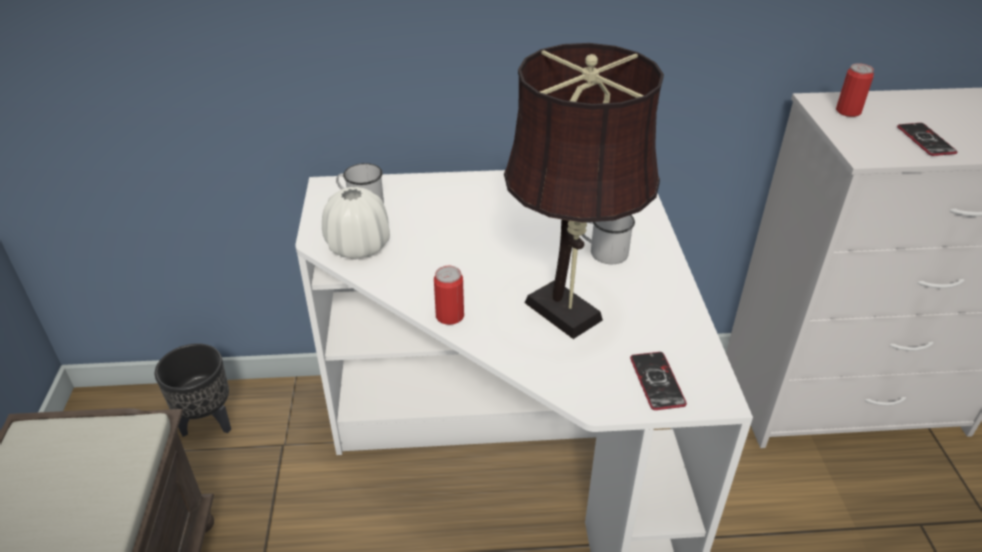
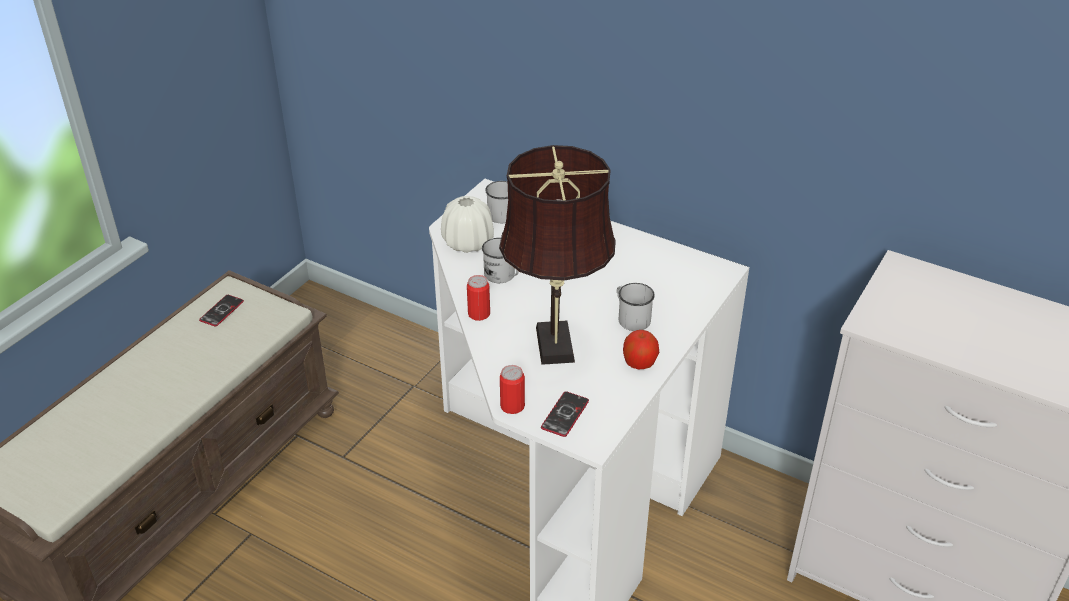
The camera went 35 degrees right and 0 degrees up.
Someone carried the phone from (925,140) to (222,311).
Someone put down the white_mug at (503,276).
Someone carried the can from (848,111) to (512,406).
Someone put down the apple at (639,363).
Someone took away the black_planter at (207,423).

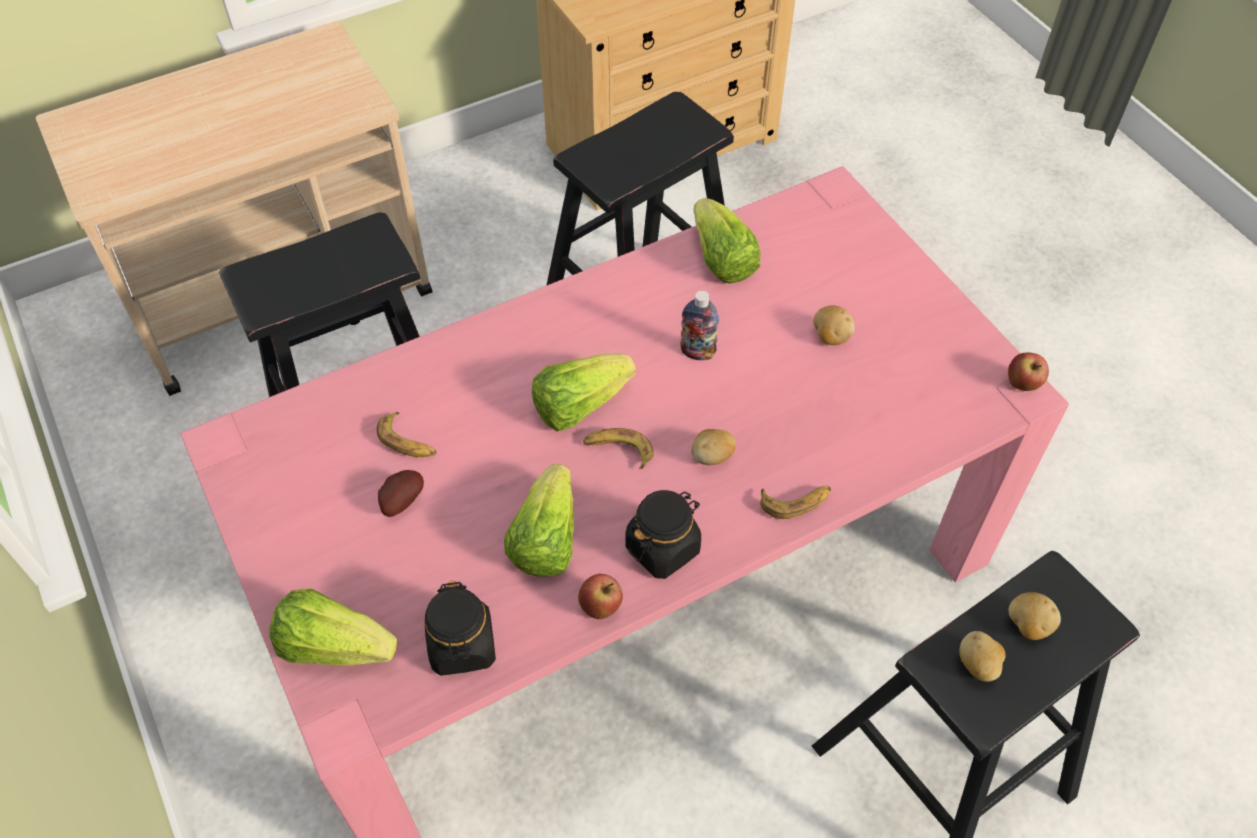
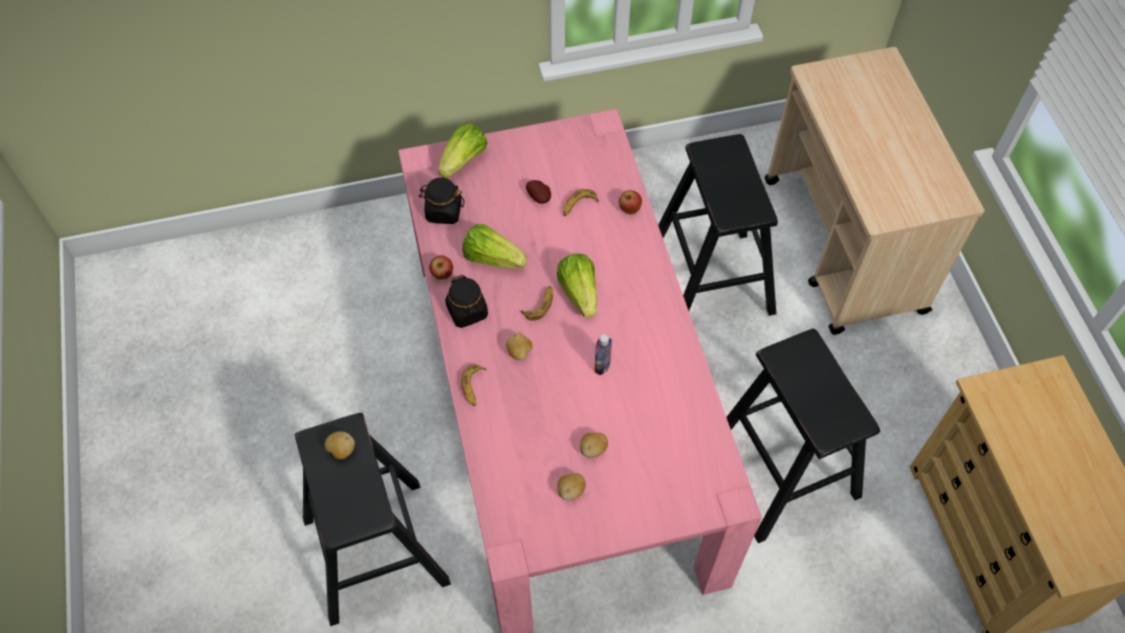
The camera went 105 degrees right and 5 degrees up.
Someone carried the potato from (1028,625) to (571,490).
Someone carried the apple from (1022,384) to (629,209).
Someone took away the lettuce at (721,259).

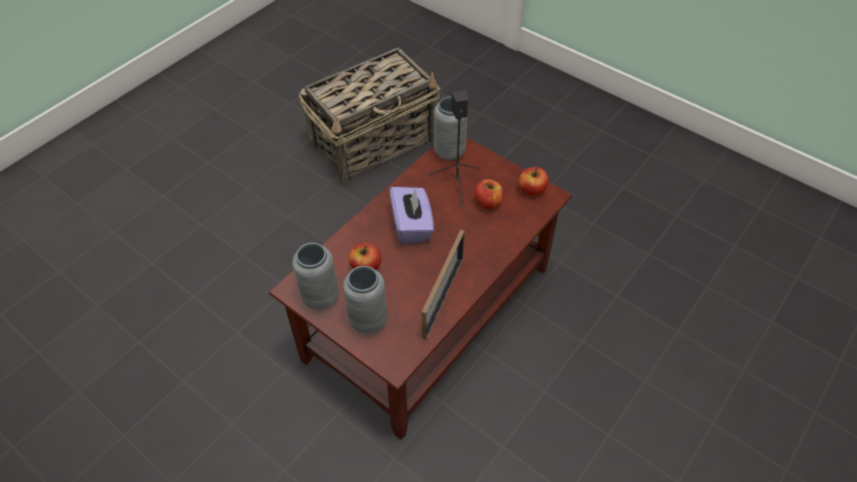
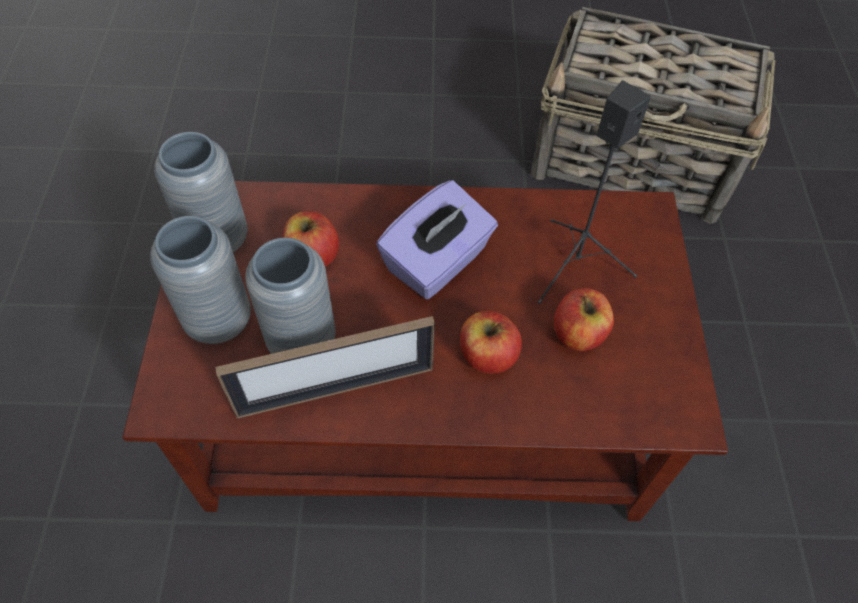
The camera went 50 degrees right and 5 degrees up.
Someone carried the grey_vase from (449,152) to (302,341).
Someone carried the apple from (532,190) to (487,355).

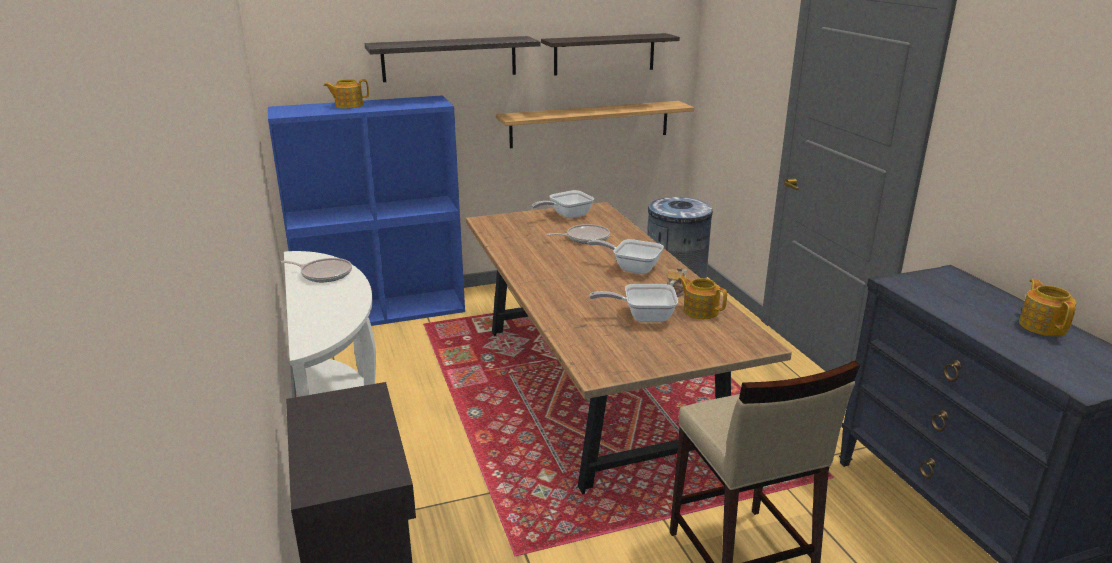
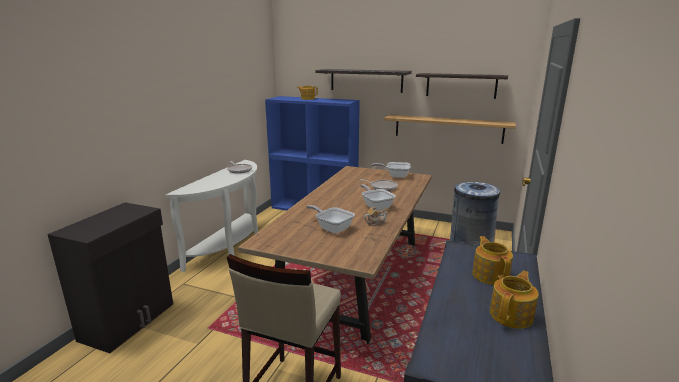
The camera went 40 degrees right and 5 degrees down.
Someone carried the teapot from (700,311) to (490,275).

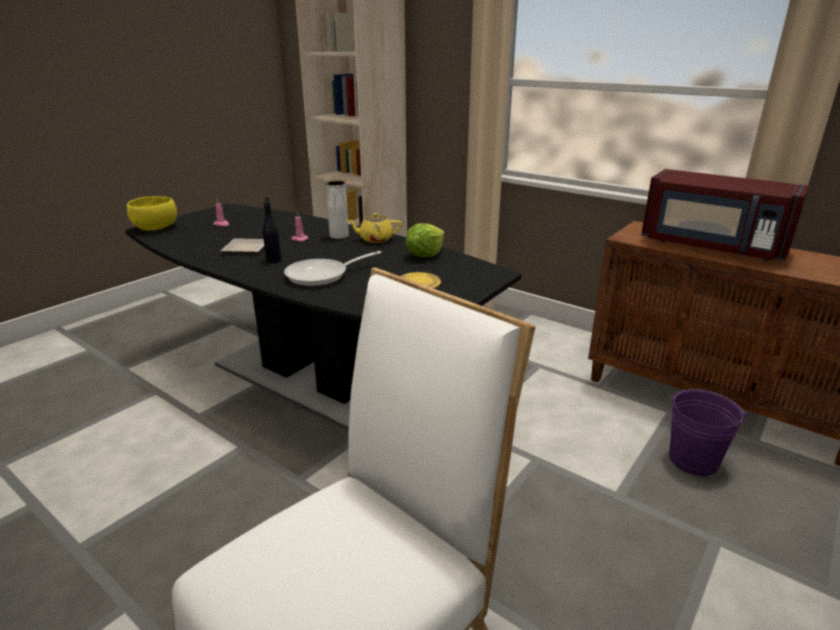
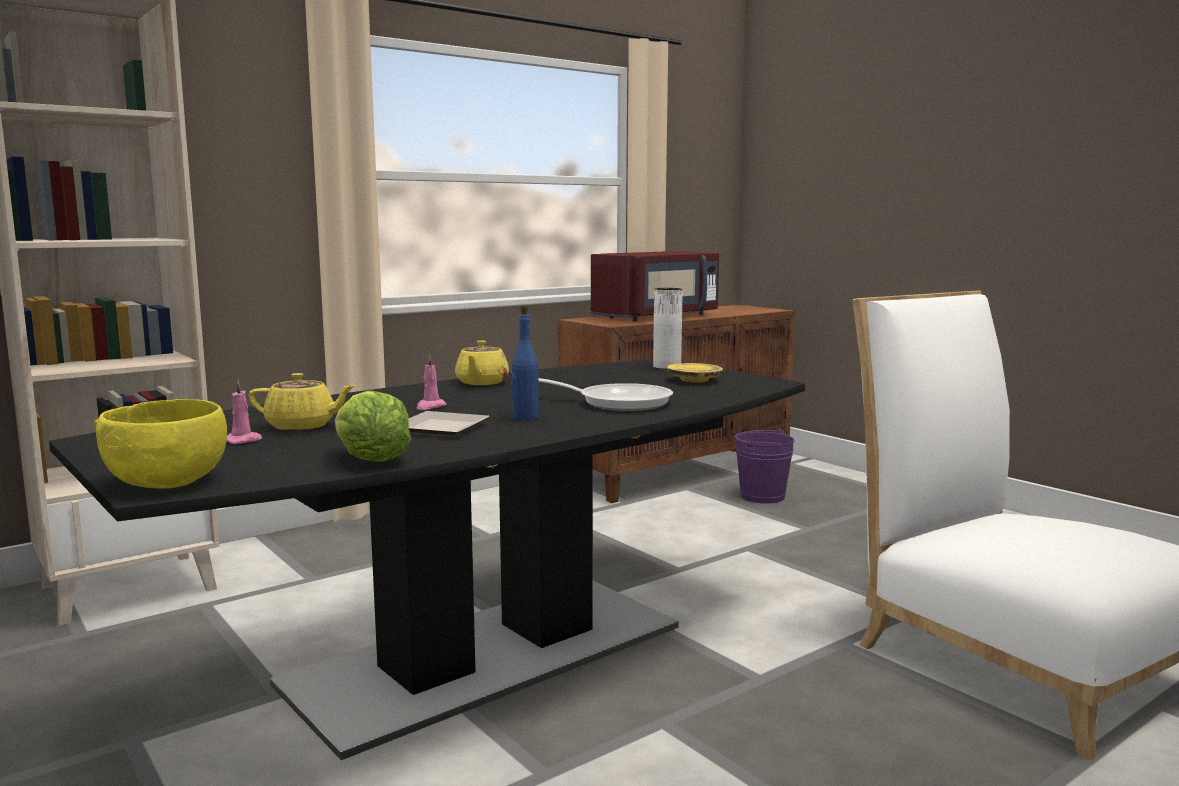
The camera went 75 degrees left and 15 degrees down.
Someone put down the yellow_teapot at (302,426).
Someone carried the lettuce from (424,255) to (371,460).
Someone repainted the black_bottle at (273,260), which became the blue_bottle at (525,417).
Someone rotated the frying_pan at (322,275) by 60 degrees counterclockwise.
Someone carried the white_vase from (339,236) to (667,367).

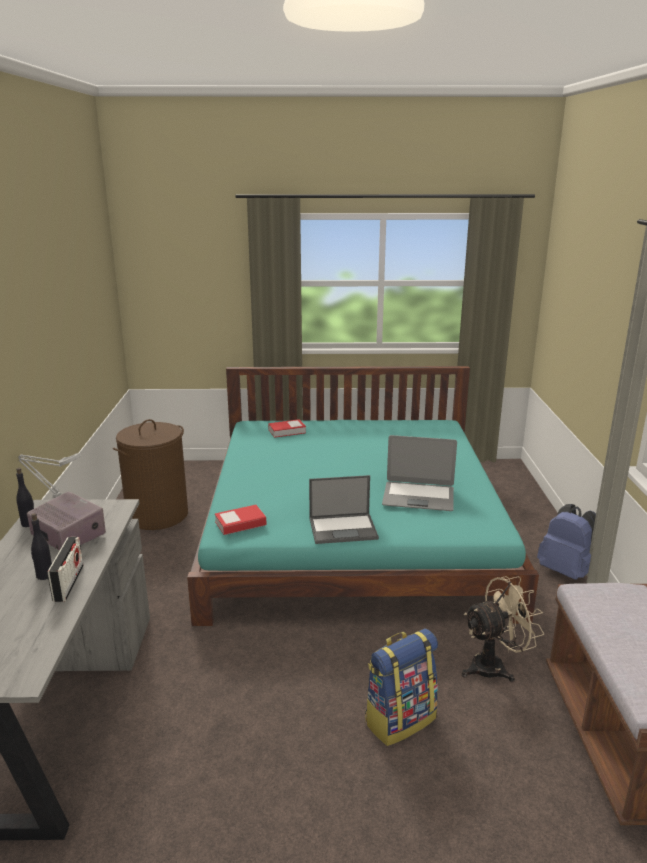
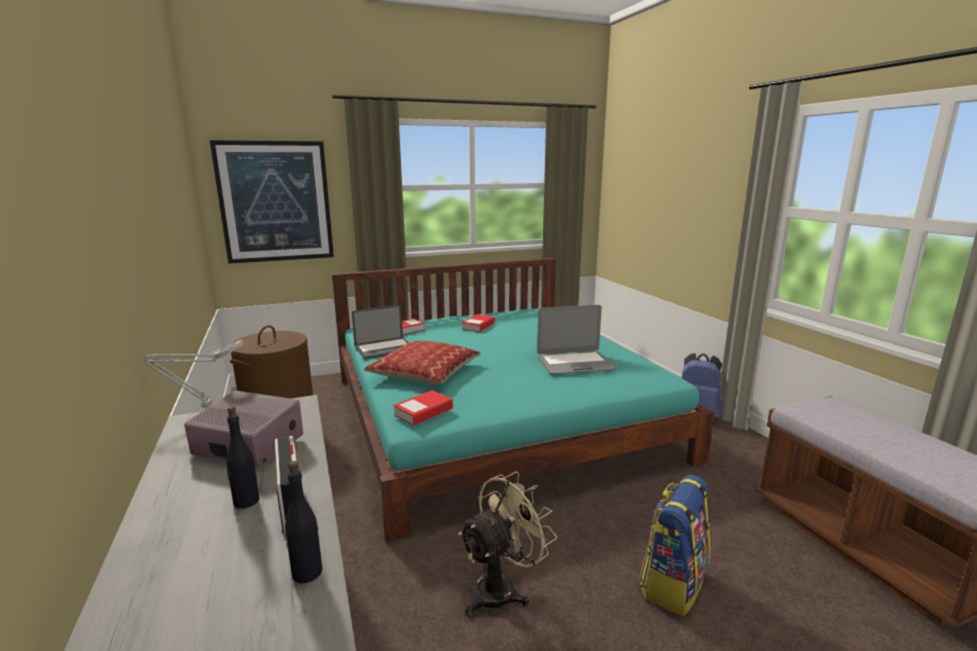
The camera went 20 degrees left and 5 degrees down.
Someone put up the picture at (275,202).
Someone carried the black_bottle from (29,523) to (307,572).
Someone carried the laptop from (344,528) to (385,348).
Someone put down the pillow at (425,373).
Someone carried the beige_fan from (494,666) to (502,589).
Someone put down the book at (478,326).

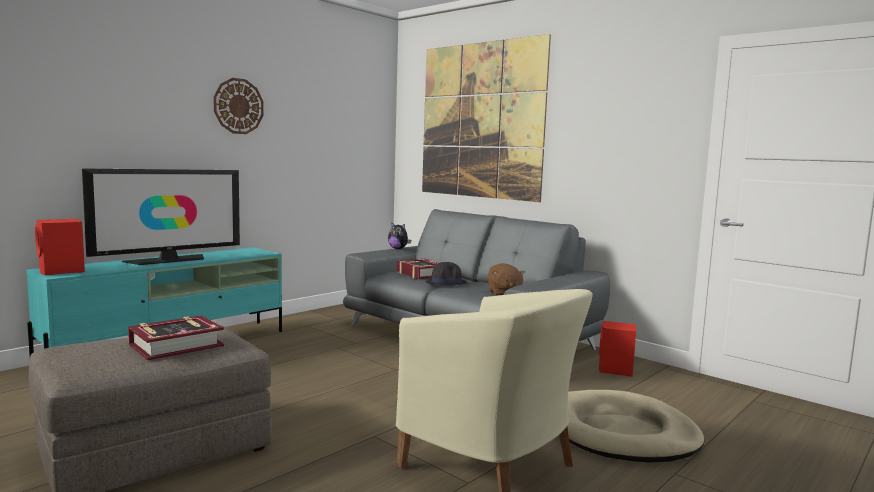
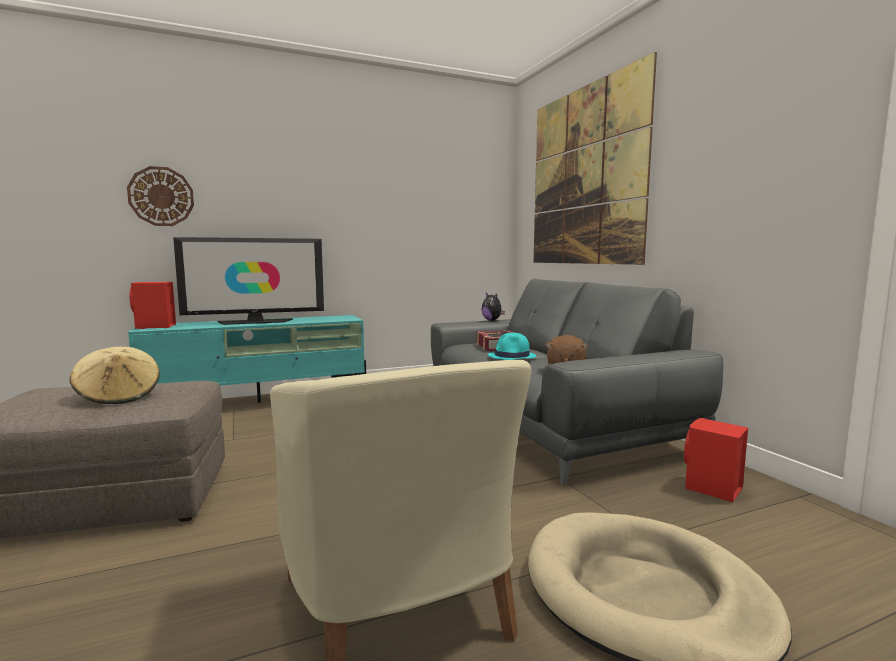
The camera went 25 degrees right and 0 degrees up.
Someone swapped the book at (176,345) for the beige_hat at (119,397).
Someone carried the wall_clock from (238,106) to (161,196).
Someone repainted the black_hat at (446,283), which became the turquoise_hat at (512,356).

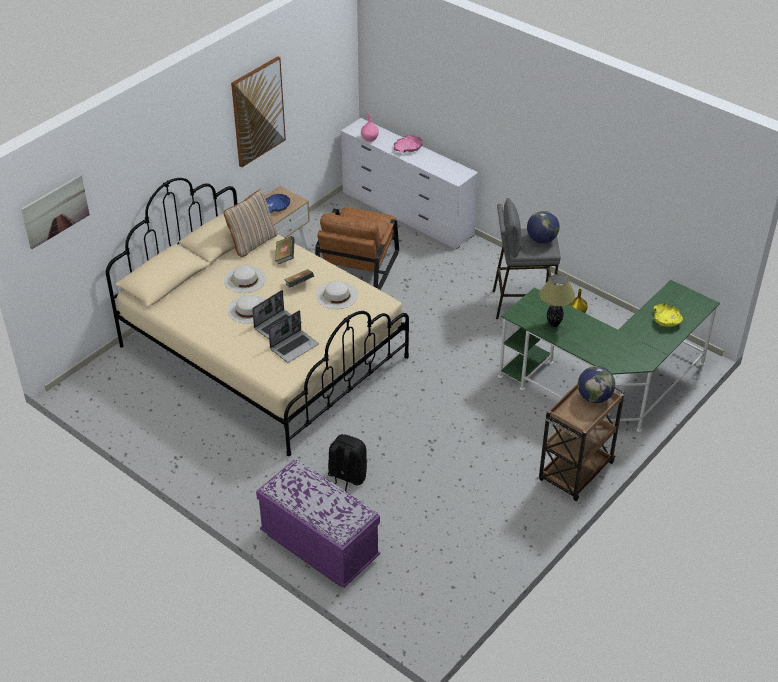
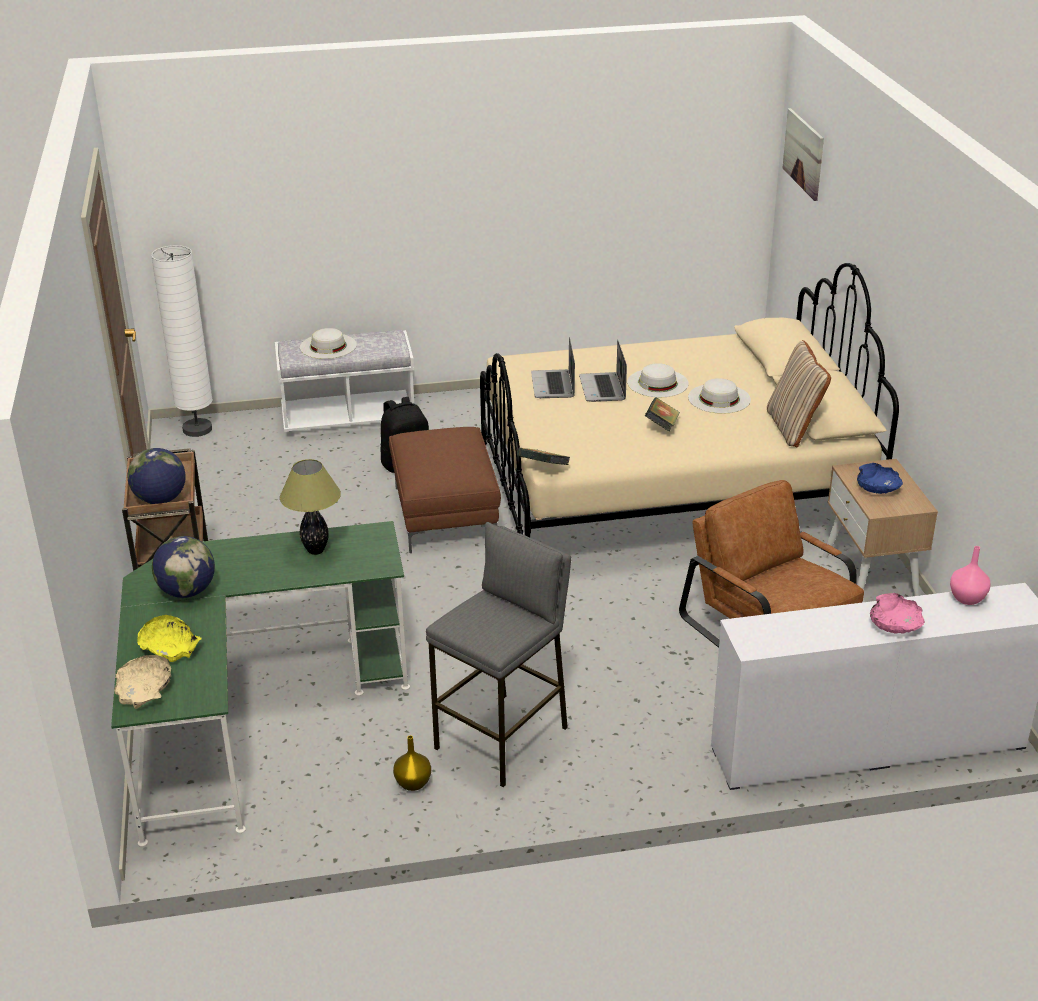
The camera went 130 degrees right and 10 degrees down.
Someone put down the beige_bowl at (144,690).
Someone put down the white_floor_lamp at (197,429).
Someone carried the globe from (541,240) to (187,591).
Someone repainted the purple_bench at (319,546), which became the white_bench at (348,418).
Someone carried the white_hat from (337,295) to (328,346).
Someone put down the brown_ottoman at (446,515).
Someone carried the book from (285,257) to (543,469).
Someone took away the picture at (258,111).

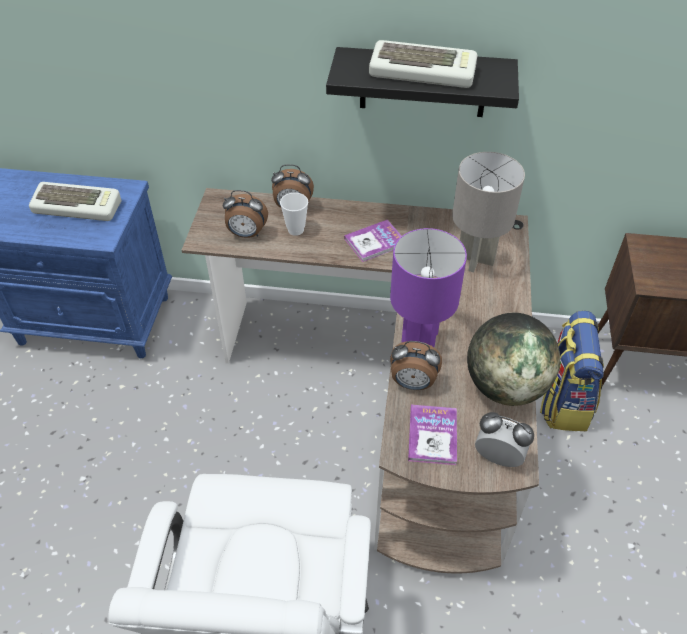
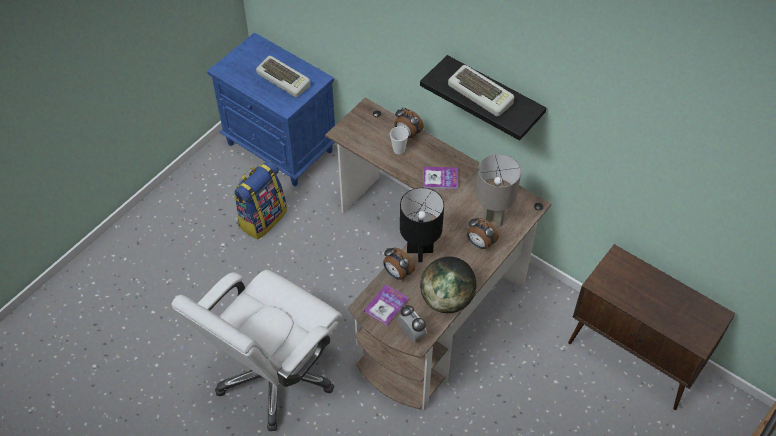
The camera went 30 degrees right and 5 degrees up.
Someone carried the backpack from (562,401) to (262,218).
Someone repainted the purple_table_lamp at (420,340), which became the black_table_lamp at (420,251).
Someone carried the alarm_clock from (246,234) to (480,243).

